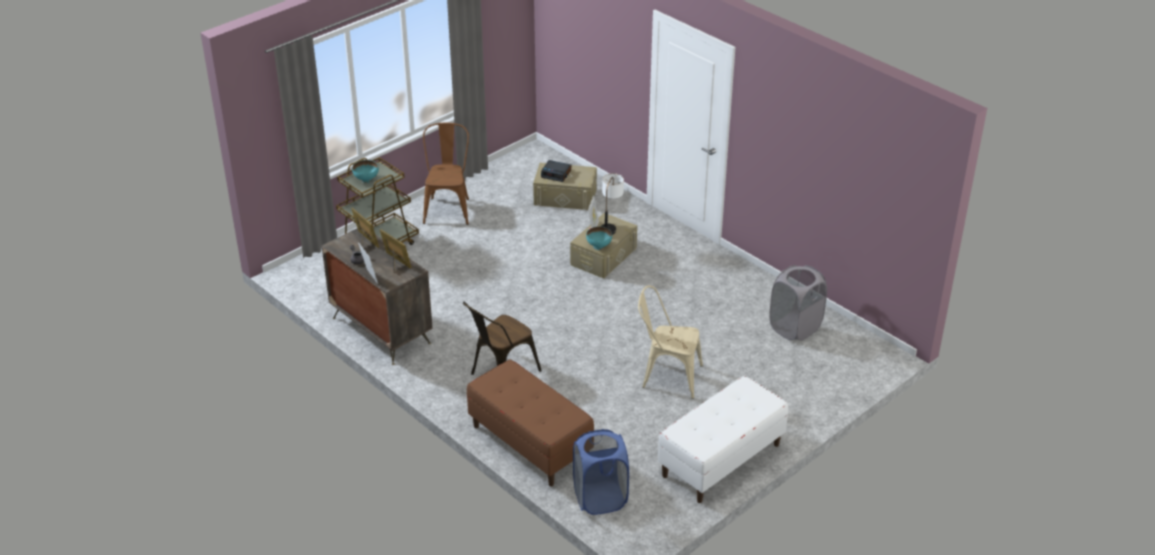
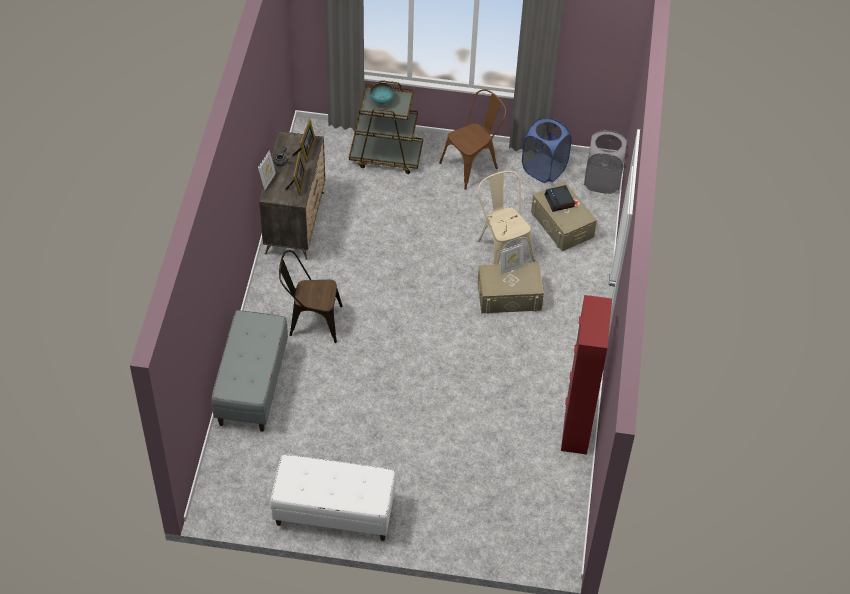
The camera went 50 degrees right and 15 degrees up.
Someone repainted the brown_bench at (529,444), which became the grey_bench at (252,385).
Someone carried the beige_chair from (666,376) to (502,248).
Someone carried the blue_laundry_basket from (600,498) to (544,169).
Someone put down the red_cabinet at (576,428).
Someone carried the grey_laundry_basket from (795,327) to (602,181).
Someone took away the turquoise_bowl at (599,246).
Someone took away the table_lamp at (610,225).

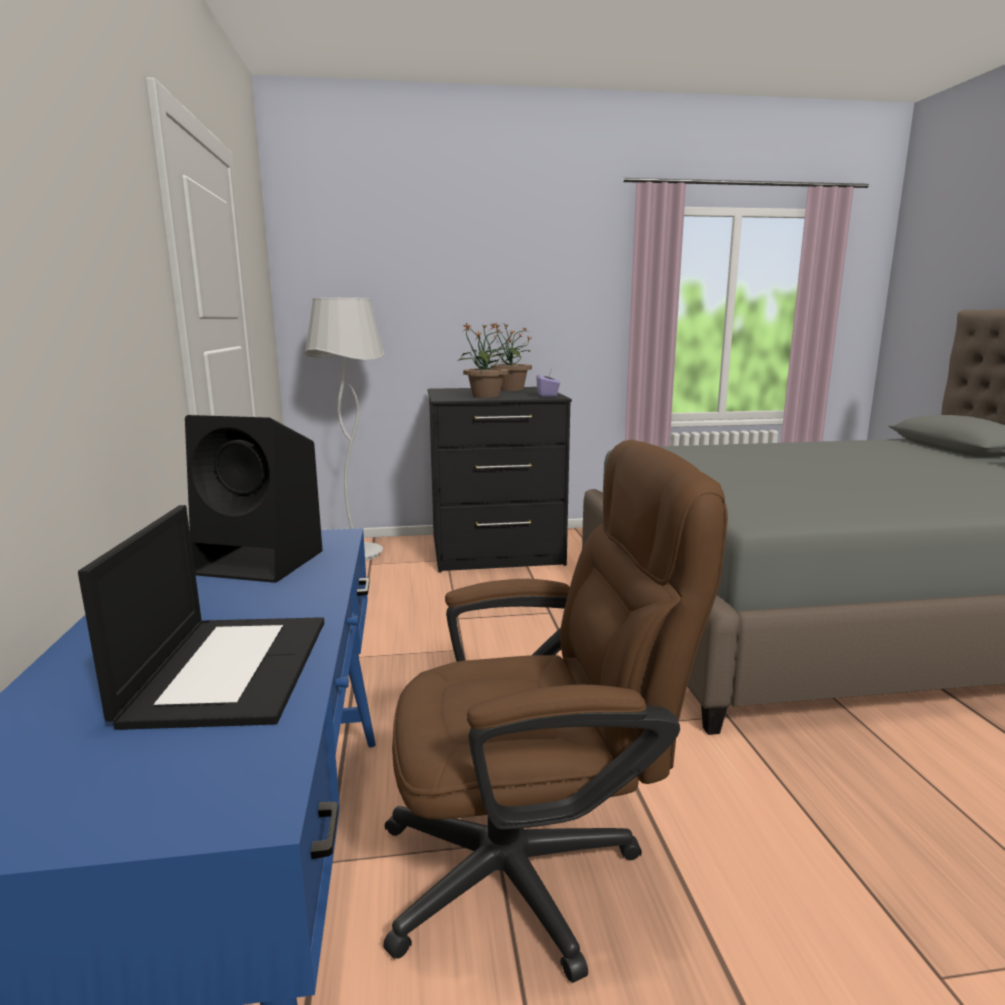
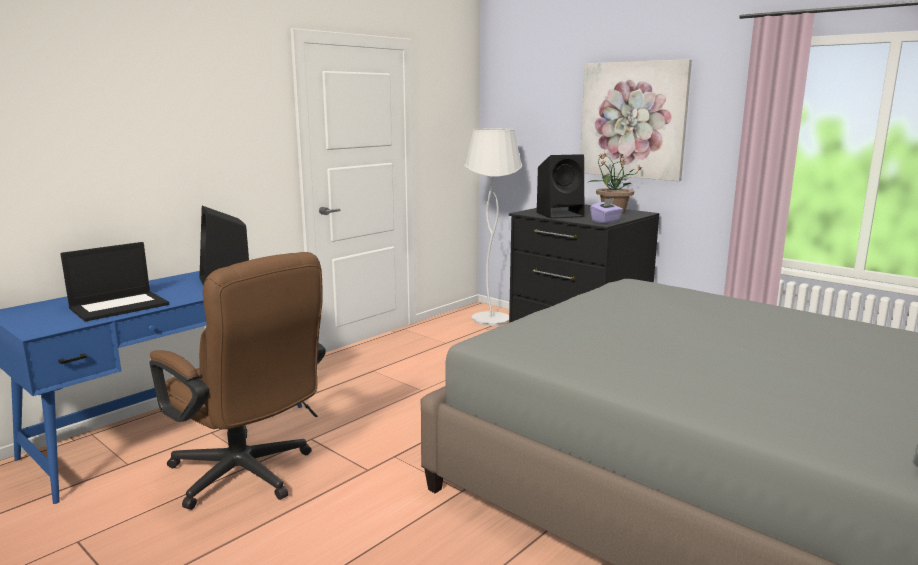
The camera went 50 degrees right and 0 degrees up.
Someone swapped the potted_plant at (485,396) for the black_speaker at (561,214).
Someone put up the picture at (633,120).

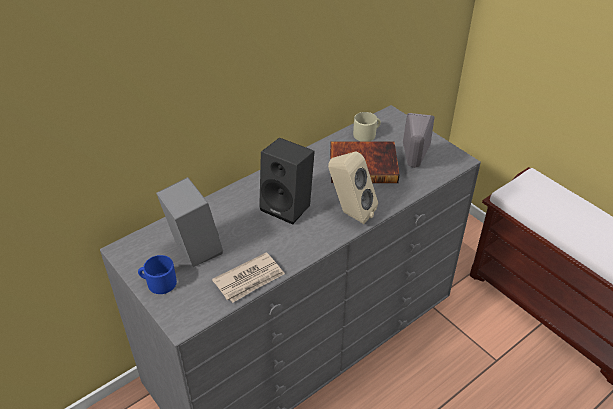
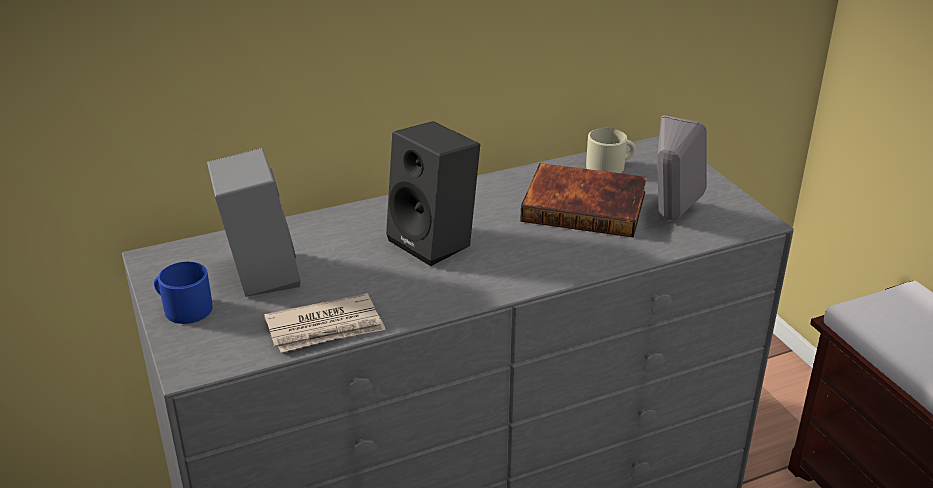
The camera went 15 degrees right and 10 degrees down.
Someone took away the beige_speaker at (350,213).

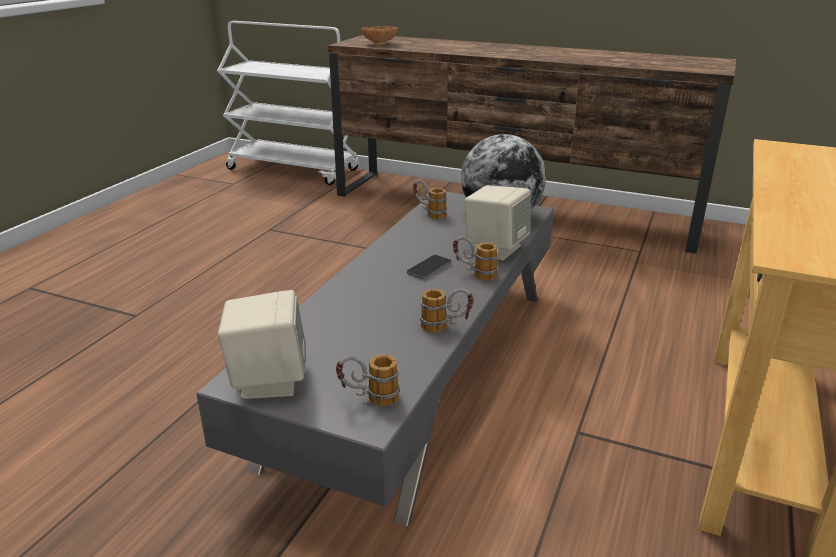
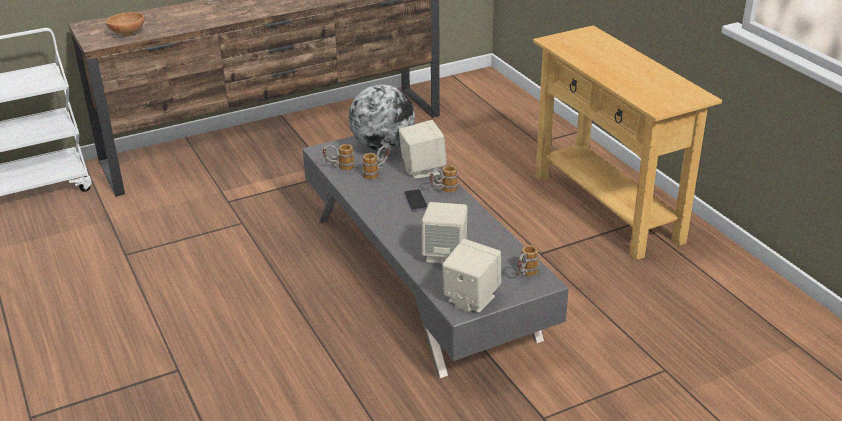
The camera went 50 degrees left and 5 degrees up.
Someone carried the mug from (445,327) to (376,173).
Someone put down the beige_speaker at (445,254).

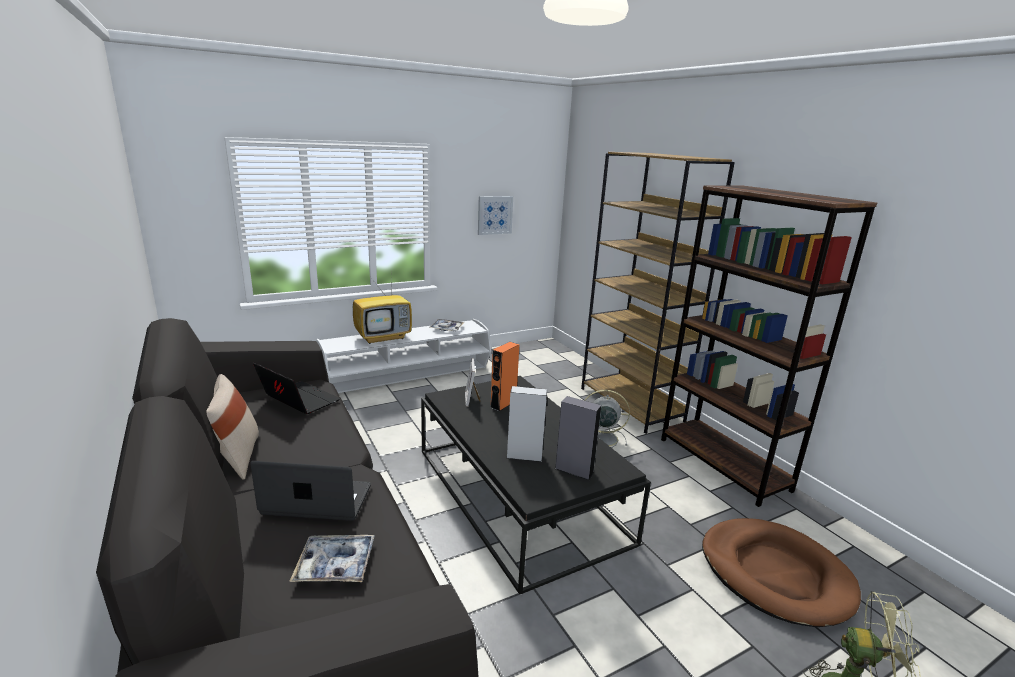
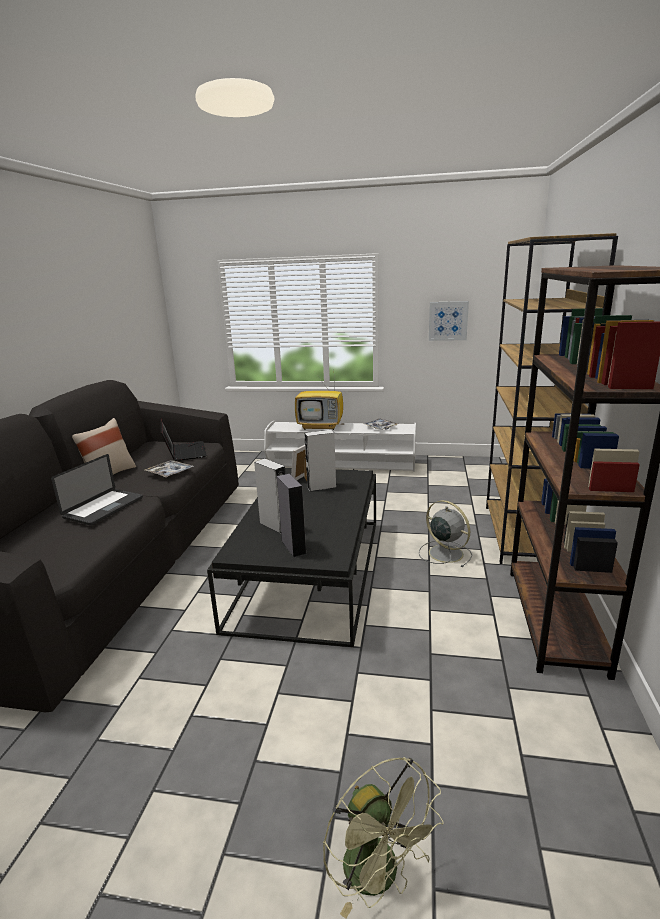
The camera went 40 degrees right and 0 degrees up.
Someone rotated the laptop at (317,500) by 75 degrees clockwise.
Someone carried the tray from (335,565) to (169,473).
Someone repainted the orange_speaker at (503,404), which became the grey_speaker at (321,487).
Someone took away the brown_dog_bed at (775,574).

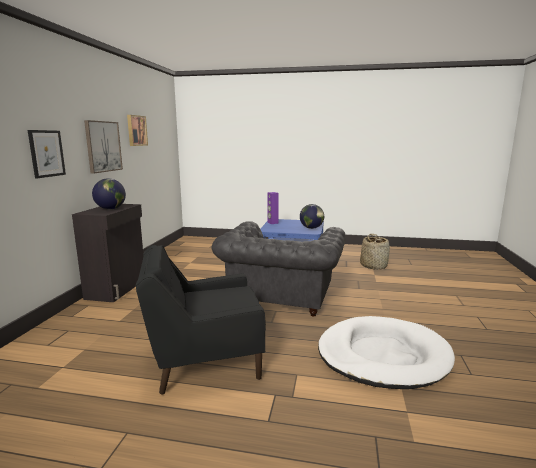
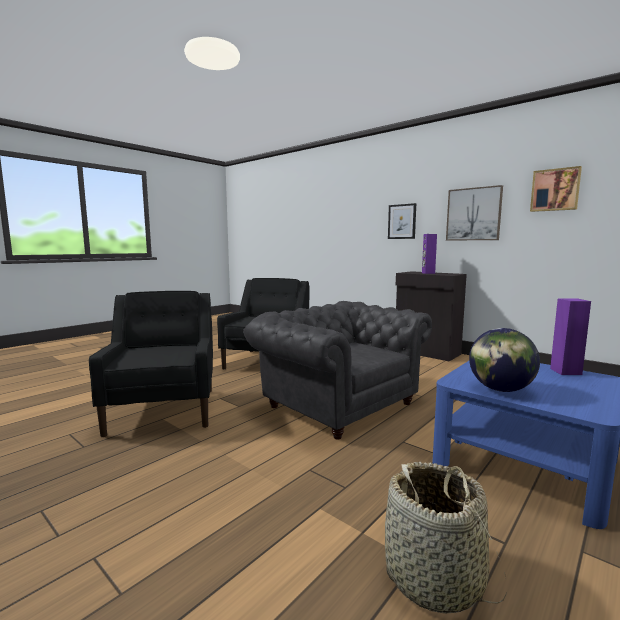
The camera went 120 degrees right and 5 degrees down.
Someone swapped the white_dog_bed at (382,356) for the black_armchair at (164,410).
Someone swapped the globe at (111,209) for the purple_speaker at (428,273).

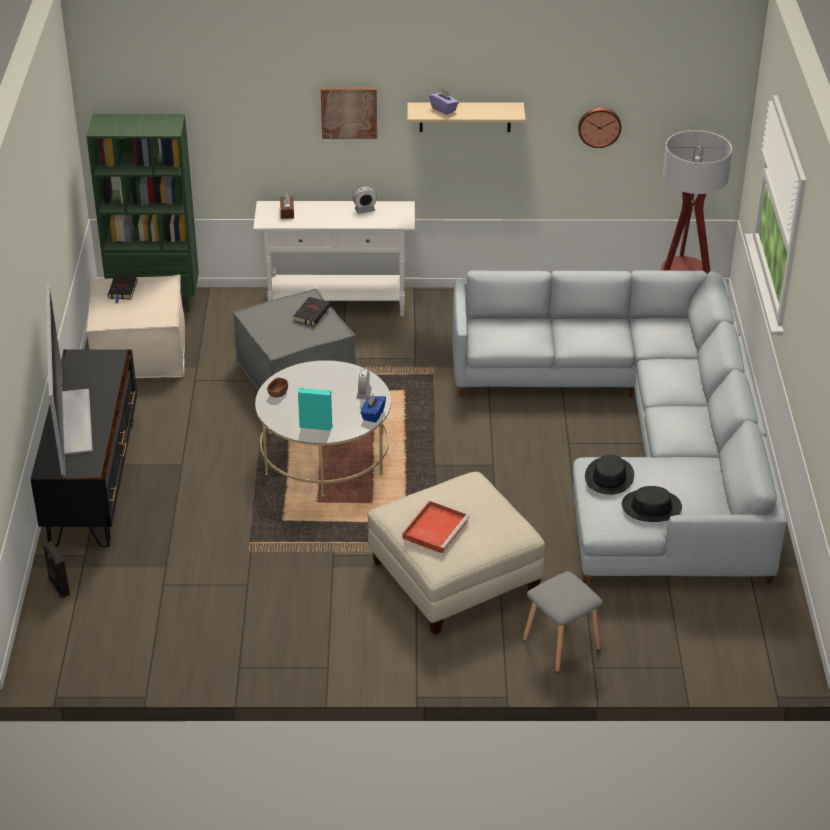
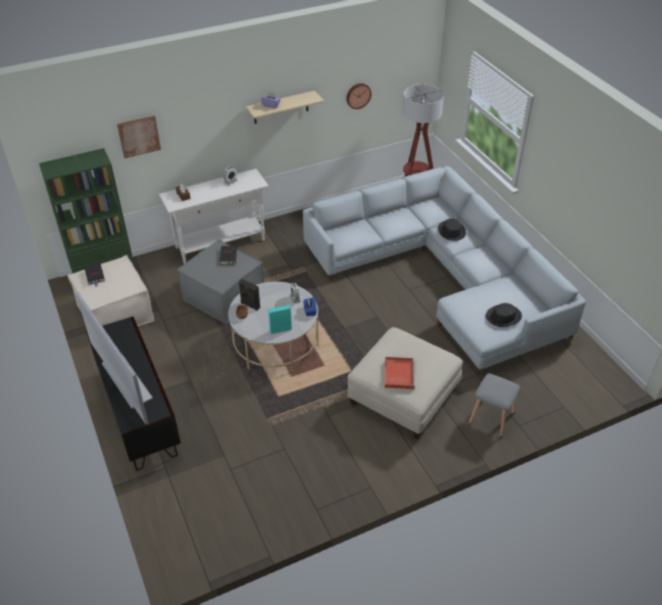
The camera went 25 degrees left and 5 degrees up.
Someone carried the picture from (349,112) to (139,136).
Someone carried the black_speaker from (58,587) to (250,305).
Someone carried the black_hat from (609,477) to (451,231).

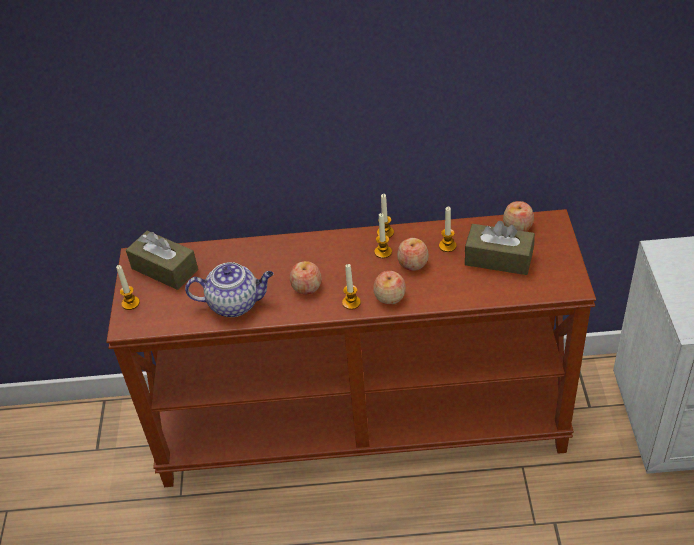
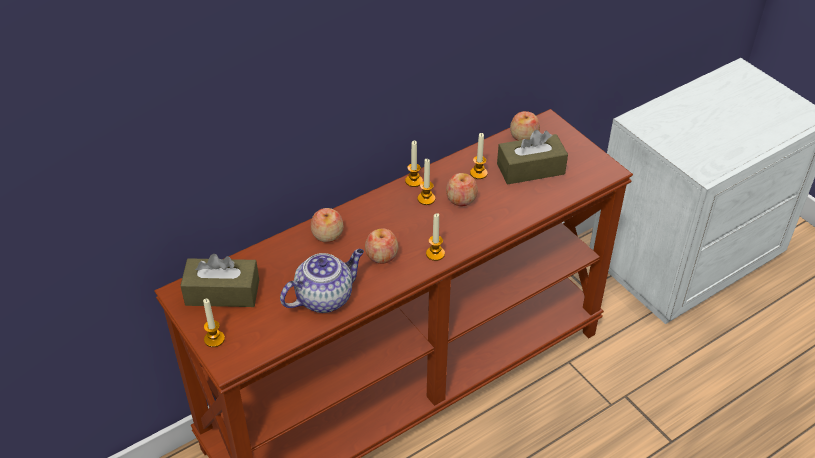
The camera went 35 degrees left and 0 degrees up.
Someone carried the apple from (389,297) to (327,235).

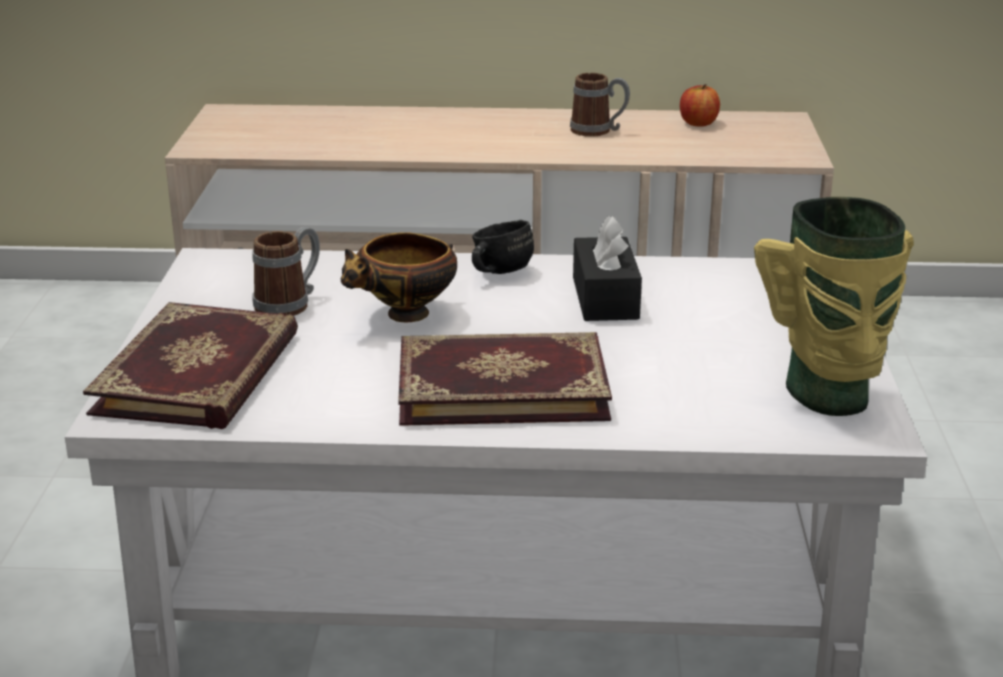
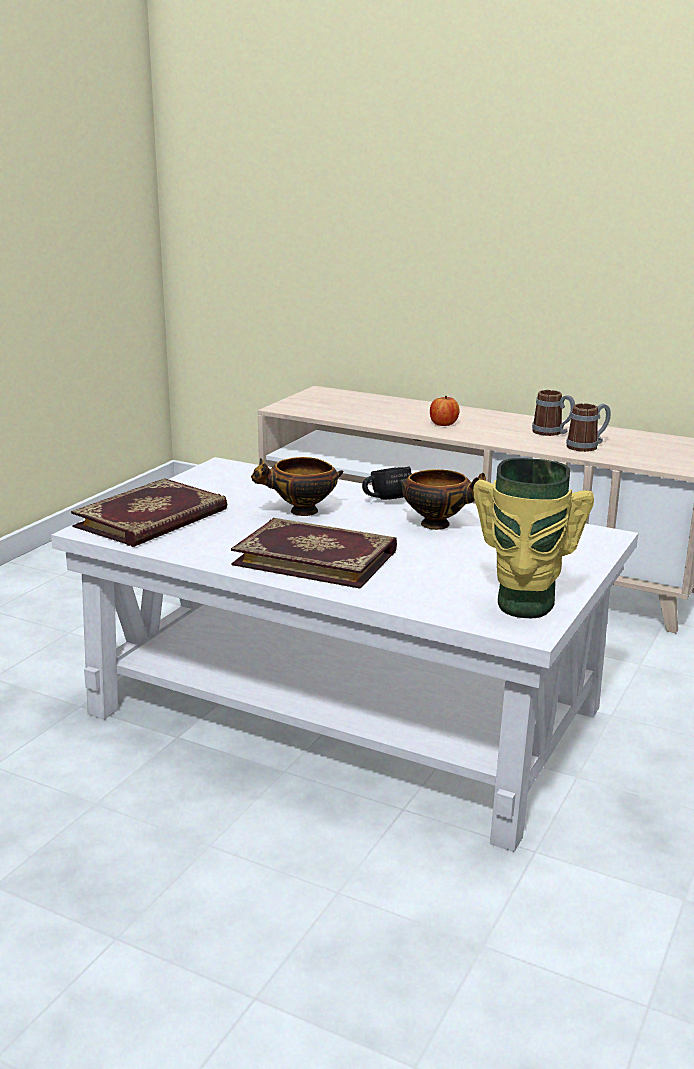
The camera went 25 degrees right and 5 degrees down.
Someone swapped the black_tissue_box at (605,298) for the bowl at (439,525).
Someone carried the apple from (698,123) to (443,424).
Someone carried the mug from (290,303) to (587,446).

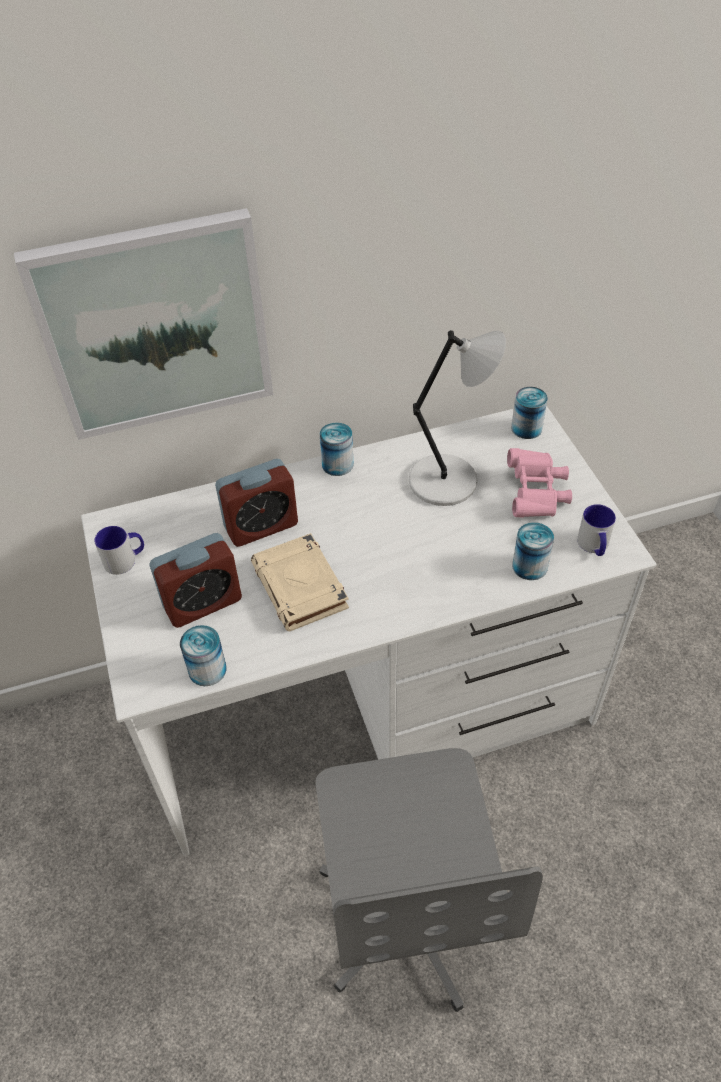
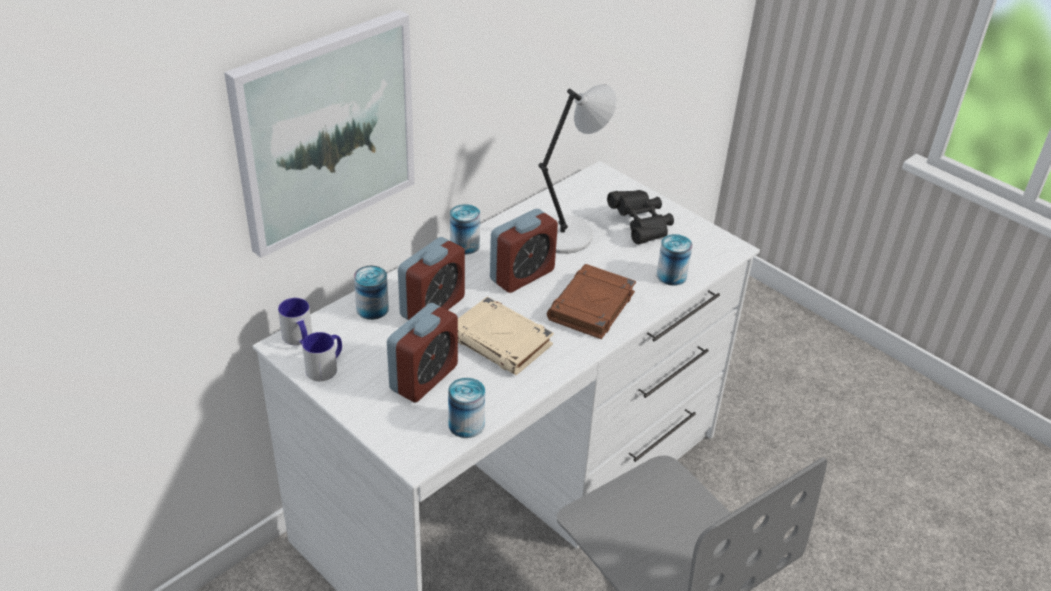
The camera went 30 degrees left and 10 degrees down.
Someone carried the mug from (594,546) to (299,339).
Someone carried the can from (526,428) to (372,309).
Someone put down the alarm_clock at (522,275).
Someone put down the brown_book at (591,307).
Someone repainted the pink_binoculars at (536,494), which became the black_binoculars at (641,226).

